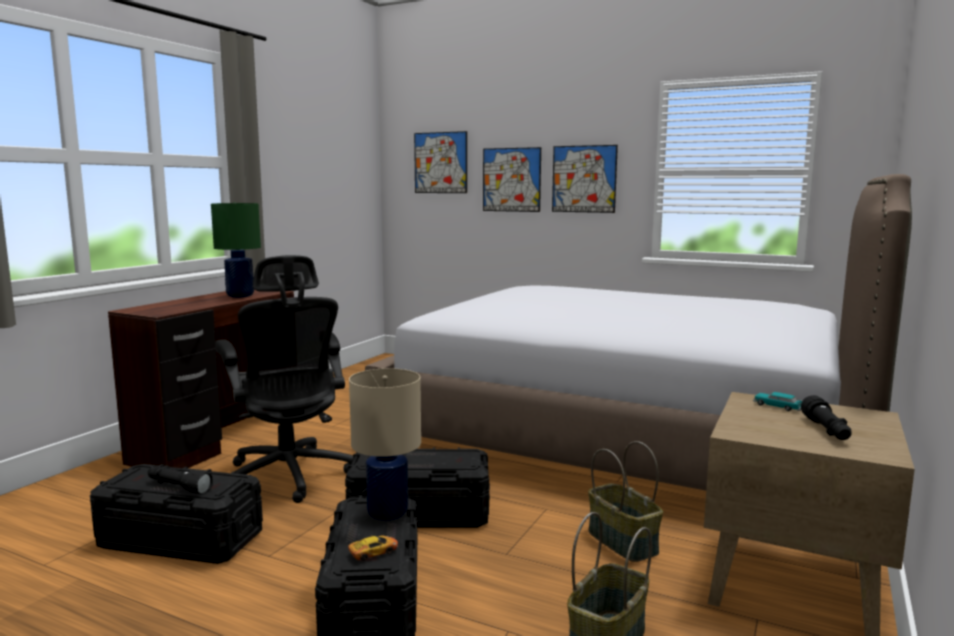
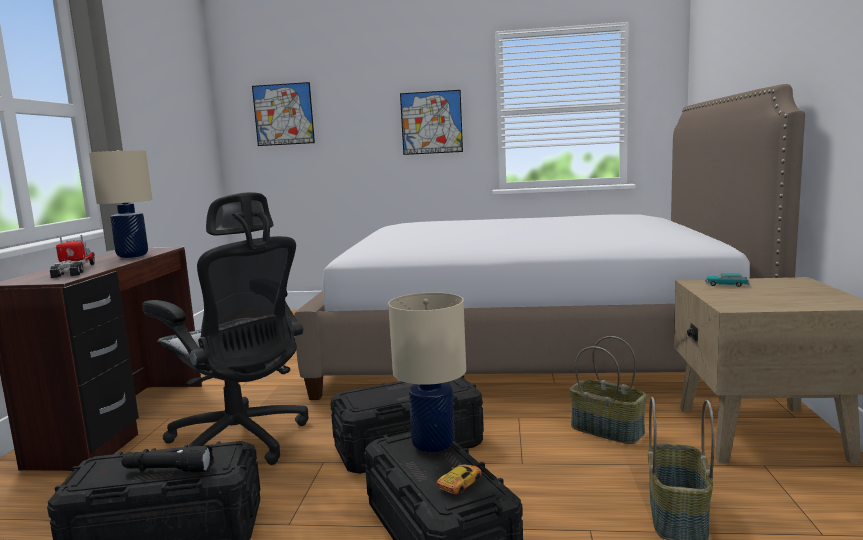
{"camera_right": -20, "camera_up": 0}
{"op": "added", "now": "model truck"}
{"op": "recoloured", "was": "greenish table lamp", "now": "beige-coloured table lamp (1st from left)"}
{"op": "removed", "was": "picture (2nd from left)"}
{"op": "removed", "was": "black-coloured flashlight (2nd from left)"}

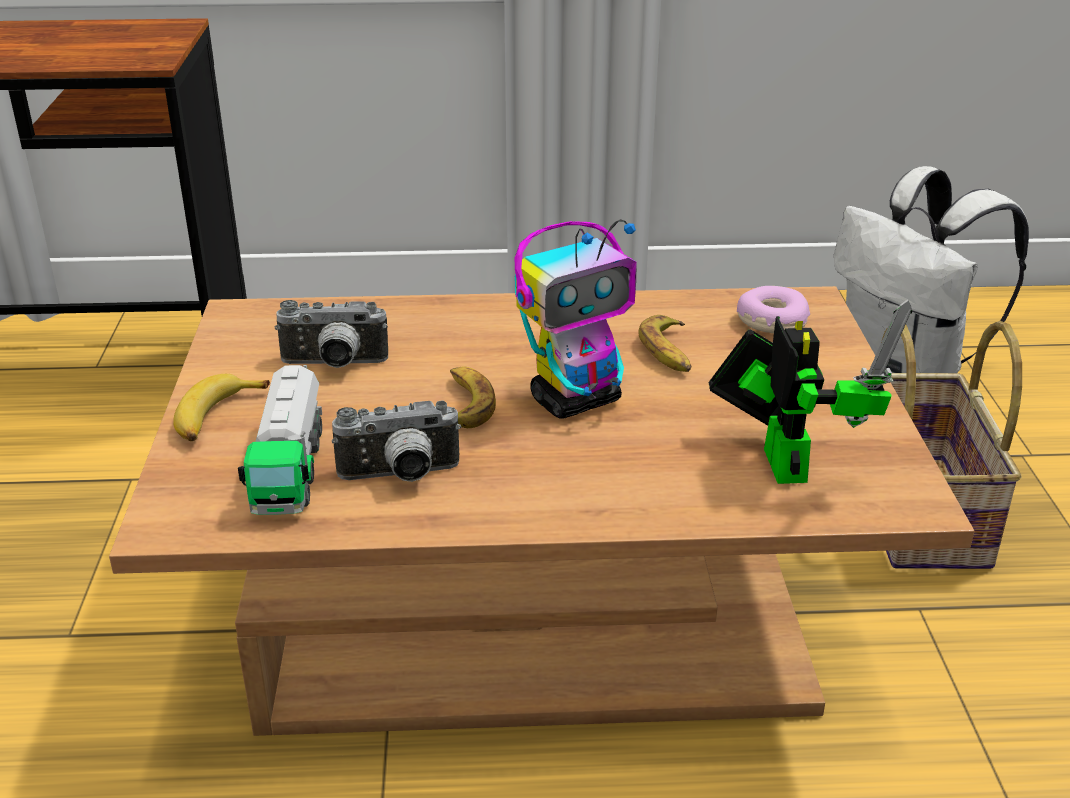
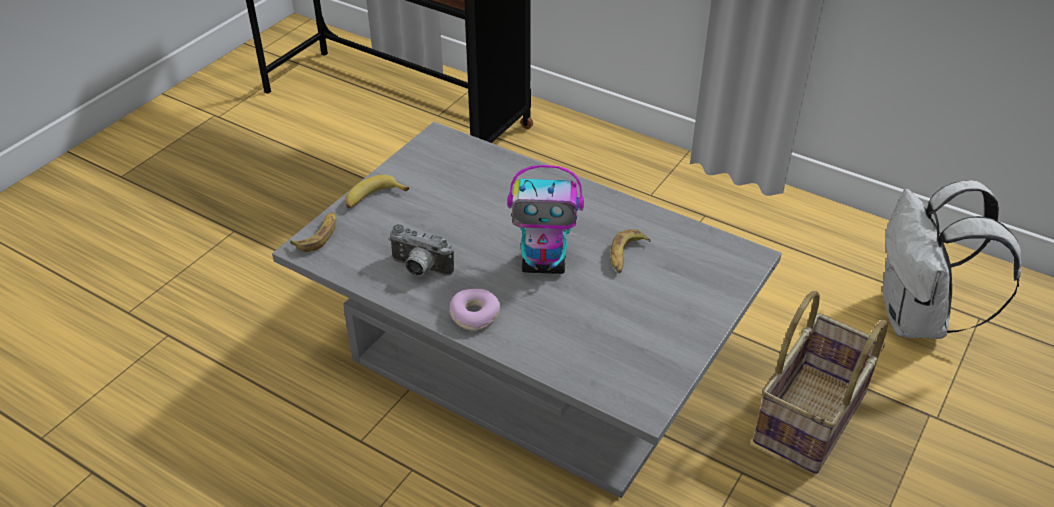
{"camera_right": 35, "camera_up": 10}
{"op": "recoloured", "was": "brownish coffee table", "now": "grey coffee table"}
{"op": "moved", "was": "banana (2nd from left in the first image)", "now": "banana (1st from left)"}
{"op": "moved", "was": "ring doughnut"}
{"op": "removed", "was": "model truck"}
{"op": "removed", "was": "still camera (1st from left)"}
{"op": "removed", "was": "toy robot (2nd from left)"}

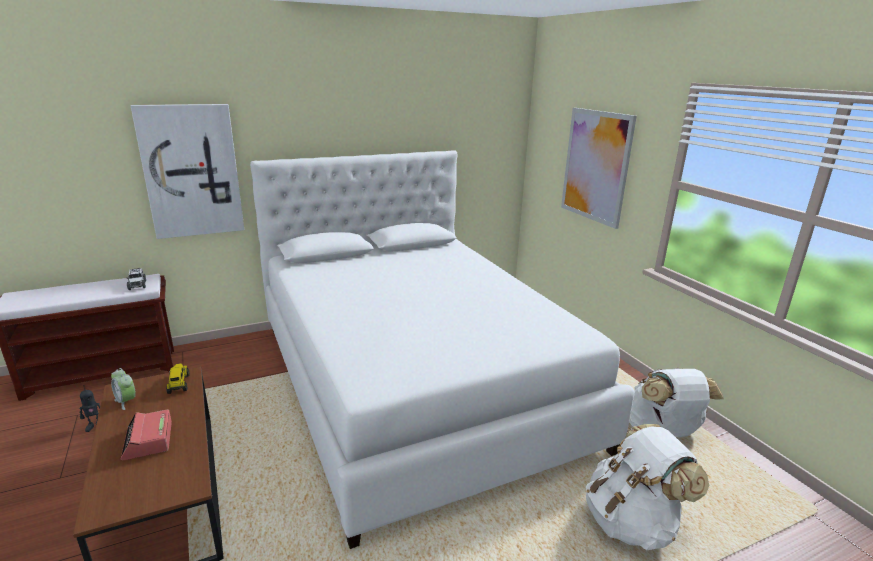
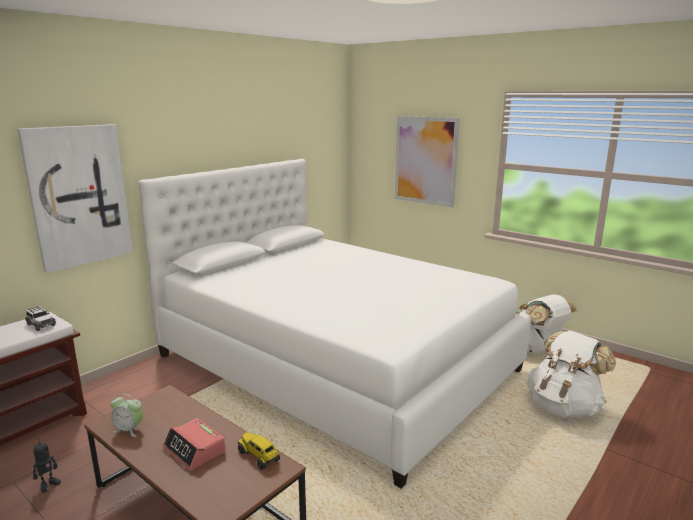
{"camera_right": -25, "camera_up": -5}
{"op": "moved", "was": "model truck"}

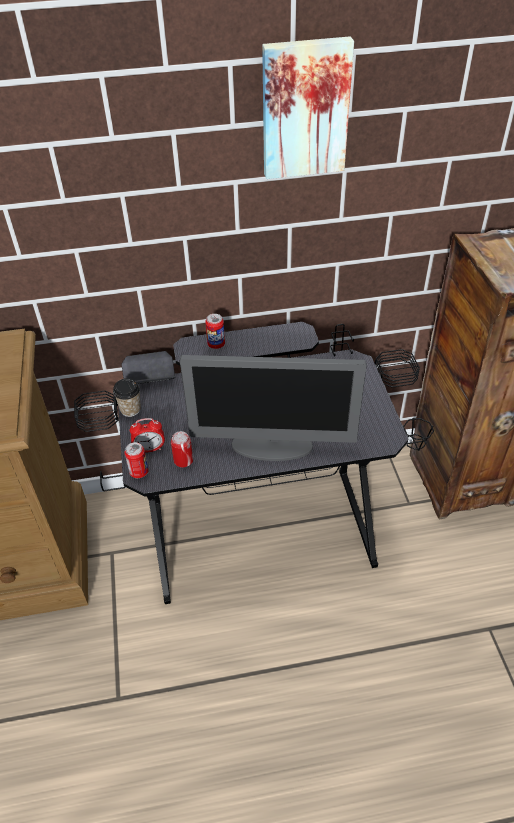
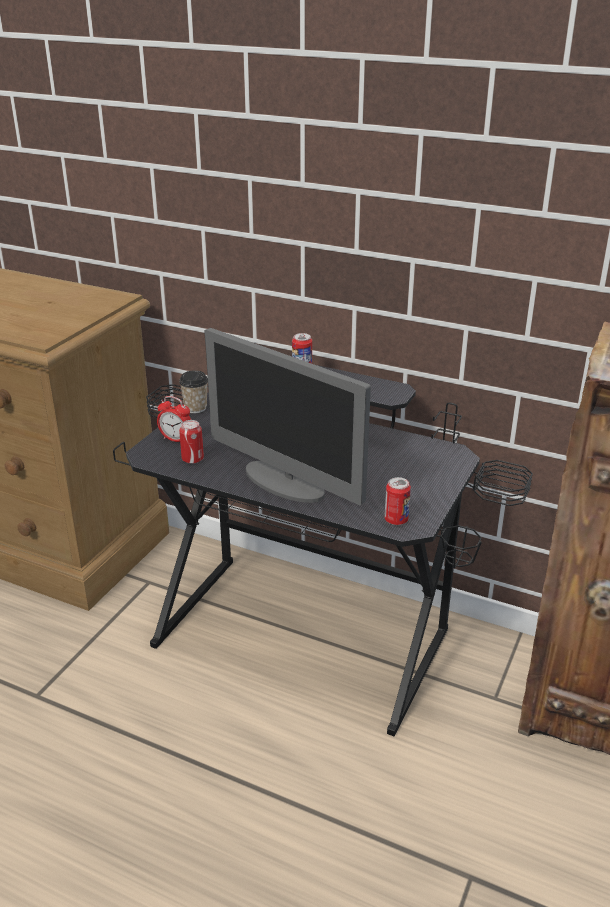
{"camera_right": 35, "camera_up": -15}
{"op": "moved", "was": "sealed can (1st from left in the first image)", "now": "sealed can (3rd from left)"}
{"op": "removed", "was": "picture"}

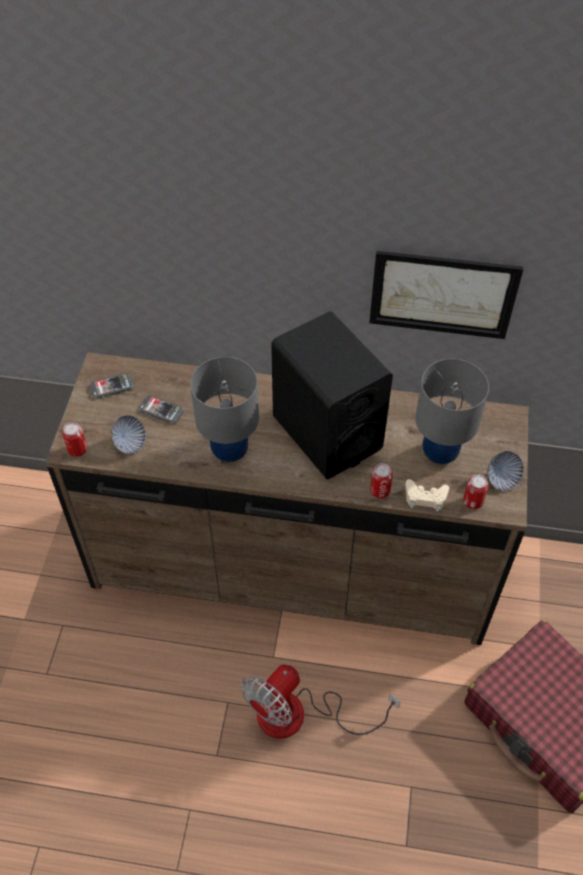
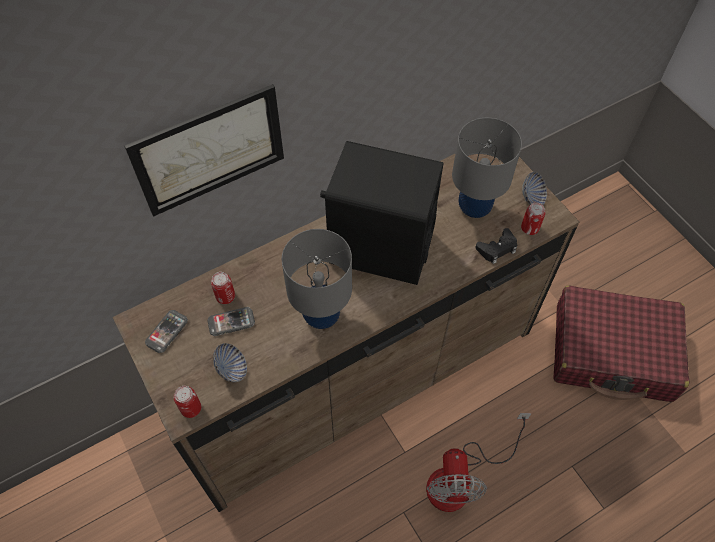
{"camera_right": -40, "camera_up": 5}
{"op": "moved", "was": "picture"}
{"op": "moved", "was": "sealed can (2nd from left)"}
{"op": "recoloured", "was": "beige-coloured game controller", "now": "black-coloured game controller"}

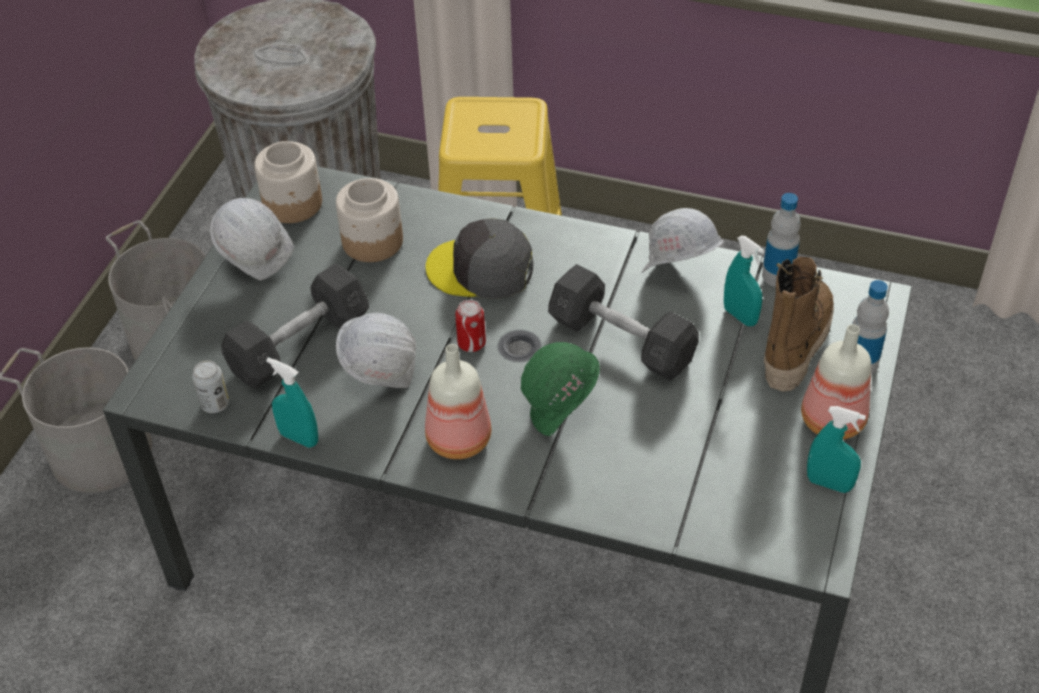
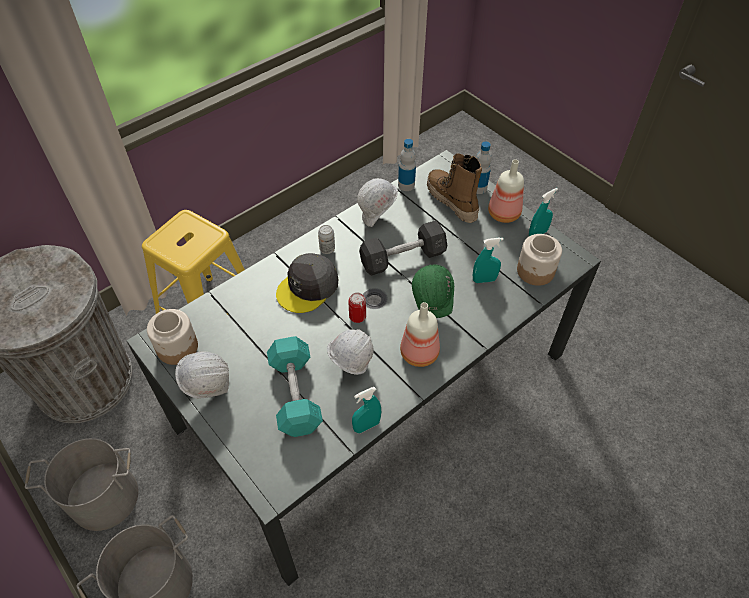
{"camera_right": -60, "camera_up": 5}
{"op": "recoloured", "was": "grey free weight (1st from left)", "now": "turquoise-coloured free weight"}
{"op": "moved", "was": "sealed can (1st from left)"}
{"op": "moved", "was": "turquoise-coloured hand sprayer (2nd from left)"}
{"op": "moved", "was": "jar (2nd from left)"}

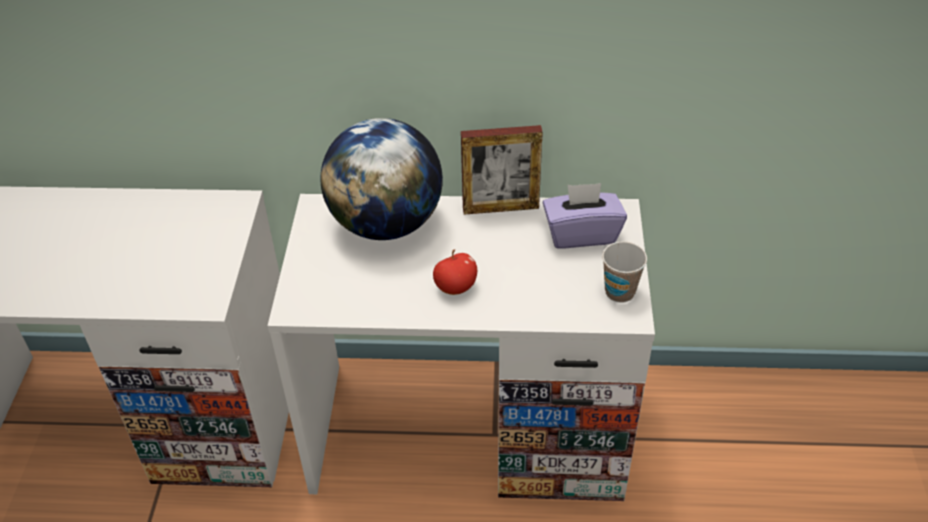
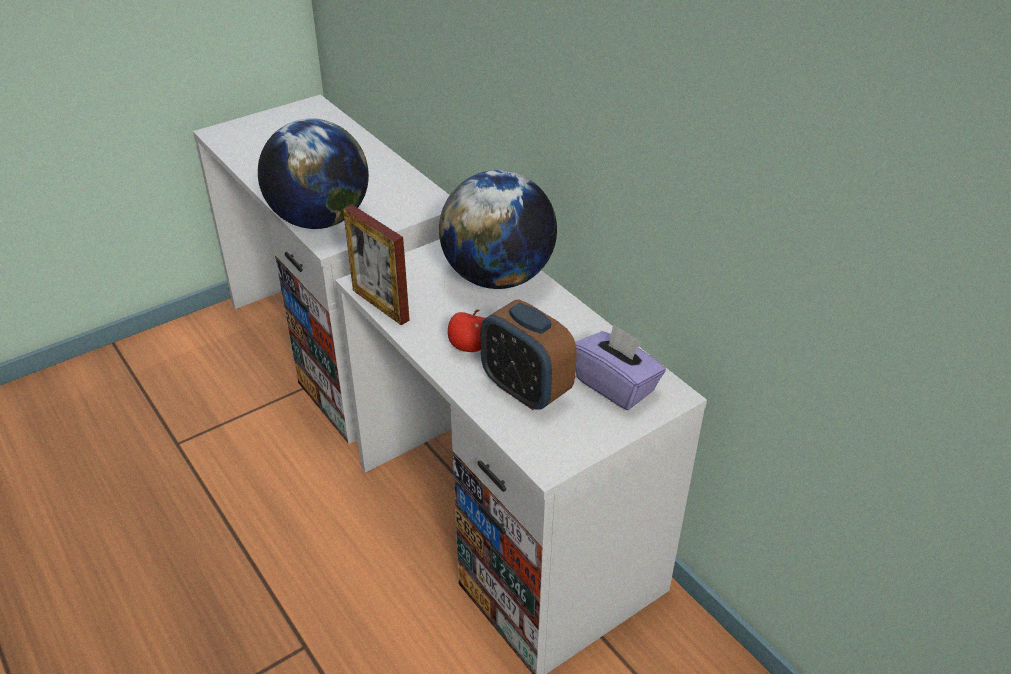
{"camera_right": 50, "camera_up": -5}
{"op": "added", "now": "world globe (1st from left)"}
{"op": "moved", "was": "photo frame"}
{"op": "added", "now": "bedside clock"}
{"op": "removed", "was": "cup"}

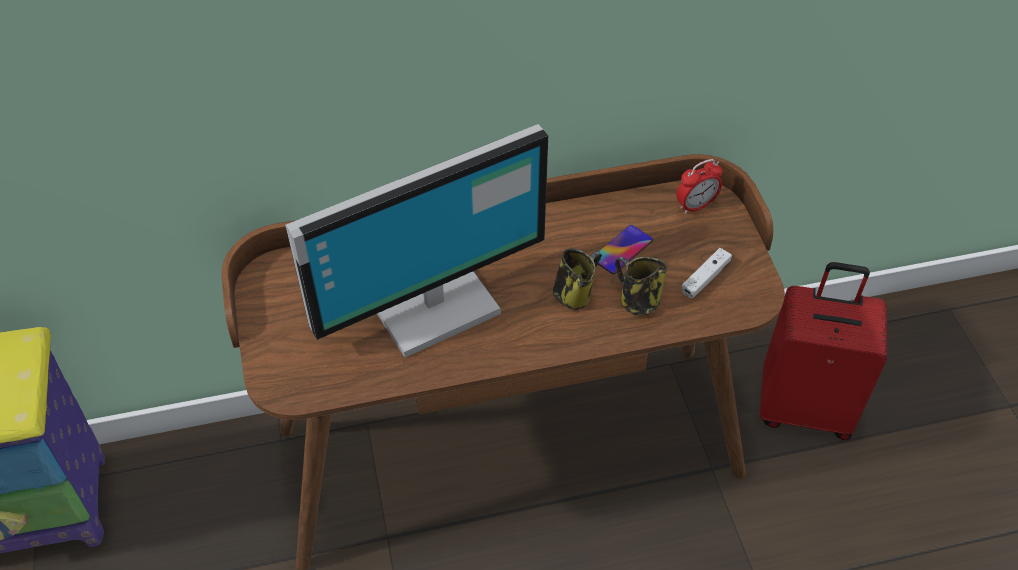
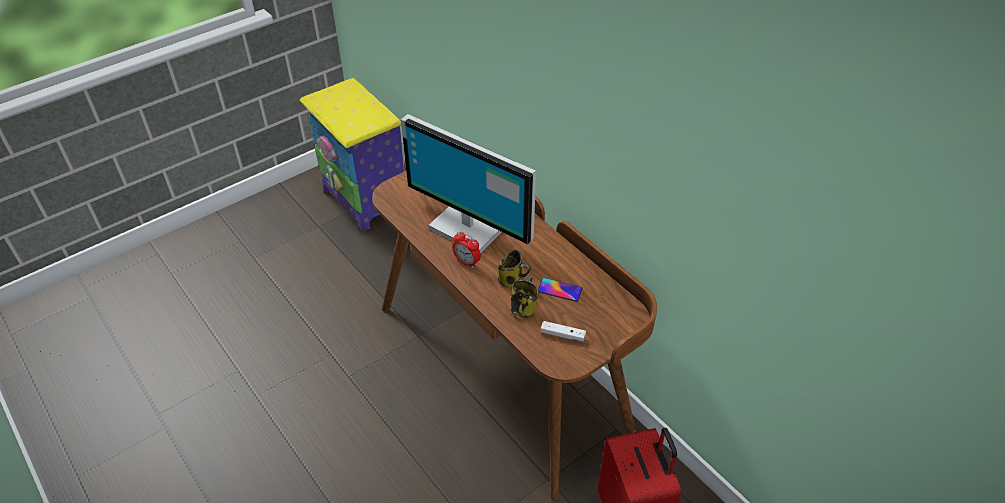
{"camera_right": 65, "camera_up": -5}
{"op": "moved", "was": "bedside clock"}

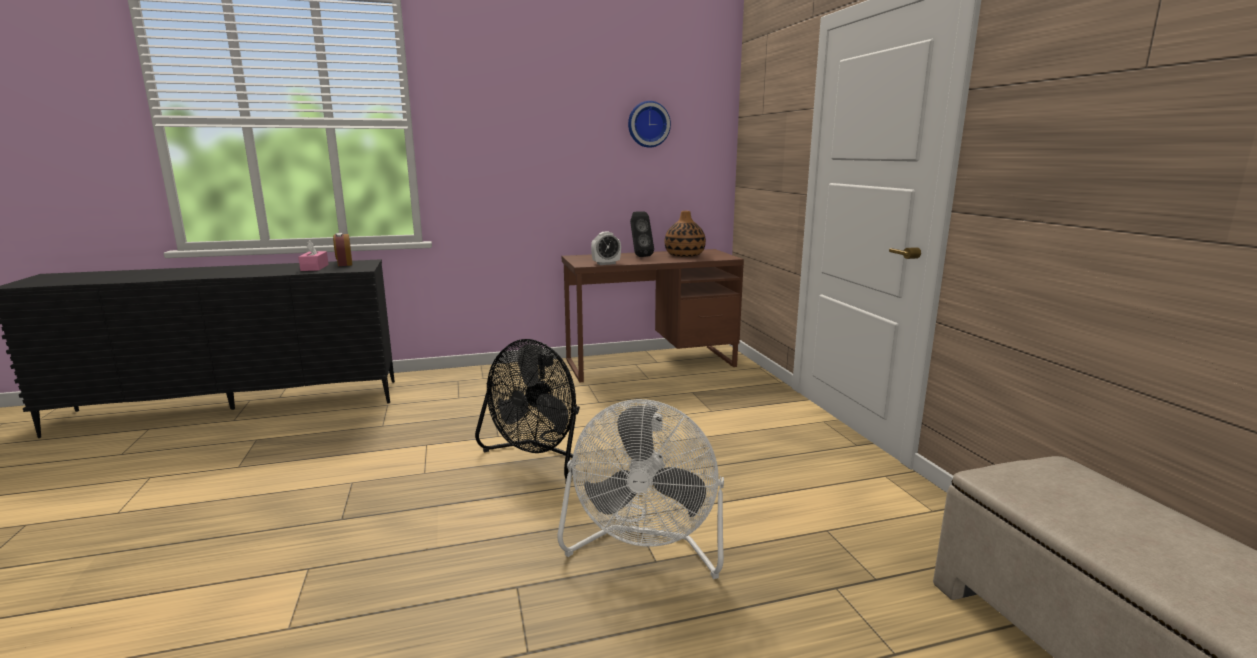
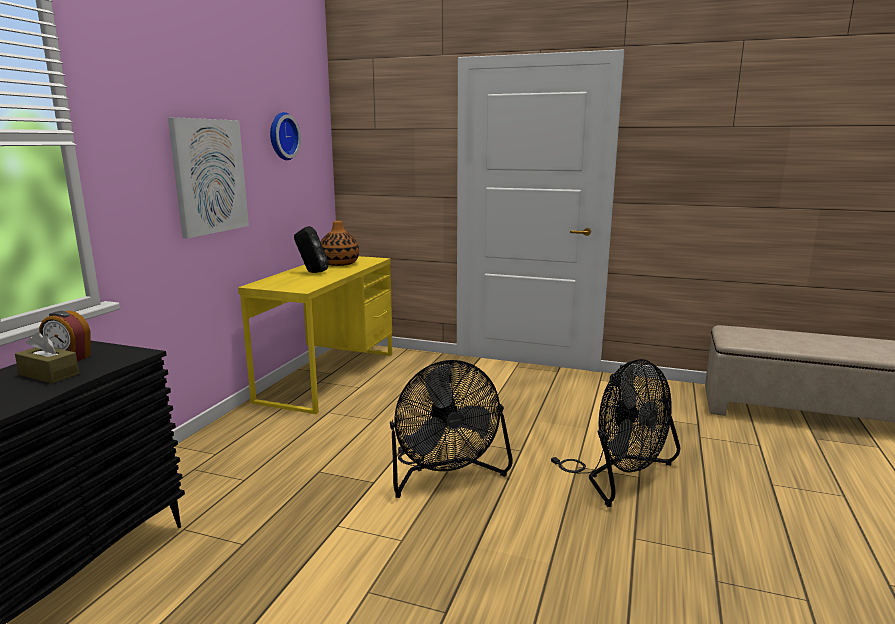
{"camera_right": -55, "camera_up": 0}
{"op": "recoloured", "was": "pink tissue box", "now": "brownish tissue box"}
{"op": "added", "now": "picture"}
{"op": "recoloured", "was": "brownish desk", "now": "yellow desk"}
{"op": "recoloured", "was": "white fan", "now": "black-coloured fan (2nd from left)"}
{"op": "removed", "was": "bedside clock (2nd from left)"}

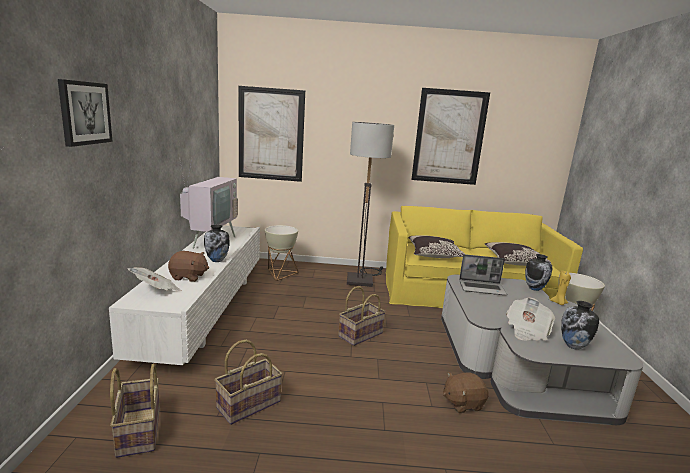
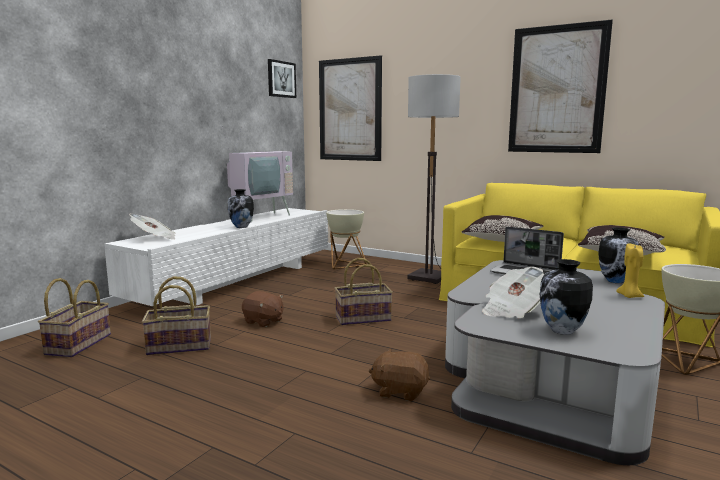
{"camera_right": 30, "camera_up": -5}
{"op": "moved", "was": "brownish cuddly toy (1st from left)"}
{"op": "moved", "was": "picture (1st from left)"}

